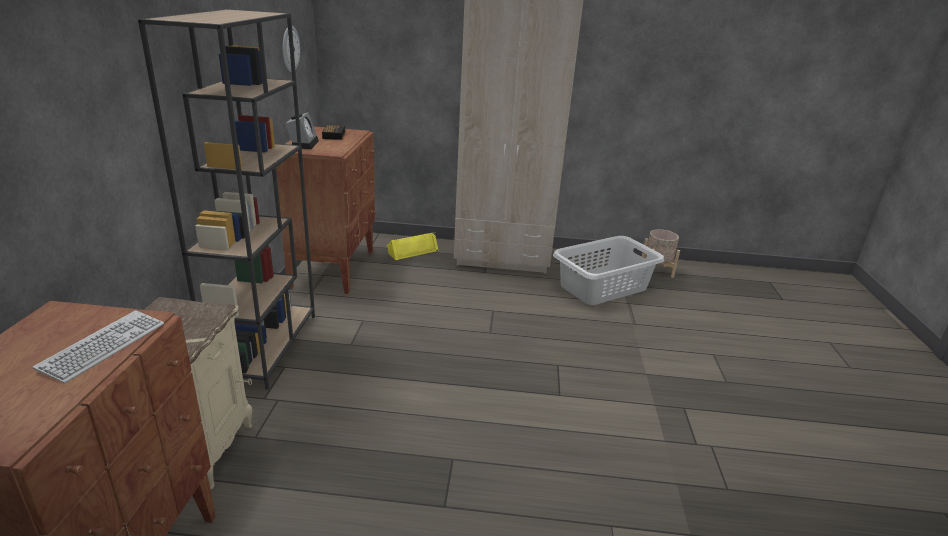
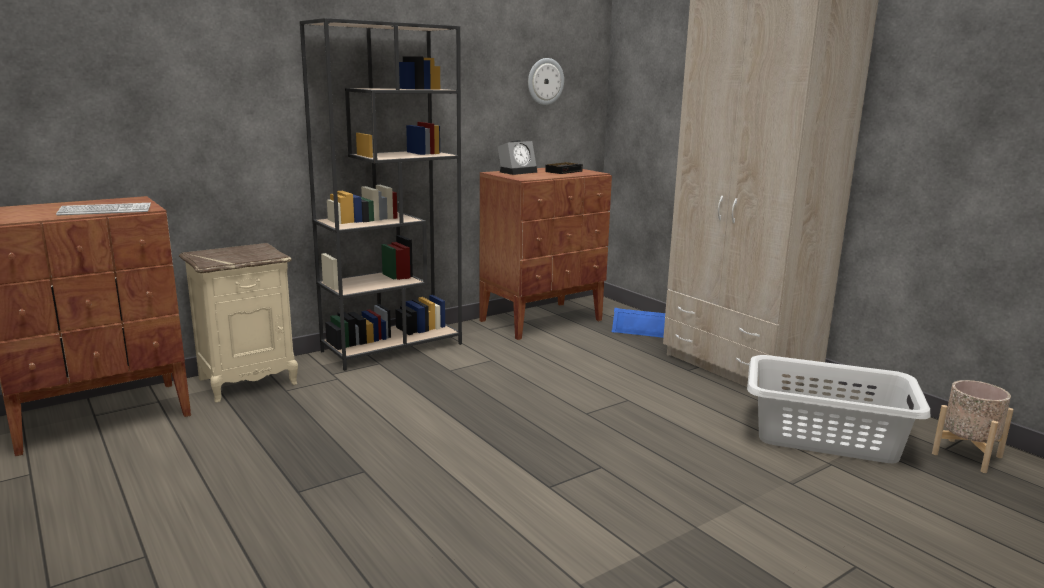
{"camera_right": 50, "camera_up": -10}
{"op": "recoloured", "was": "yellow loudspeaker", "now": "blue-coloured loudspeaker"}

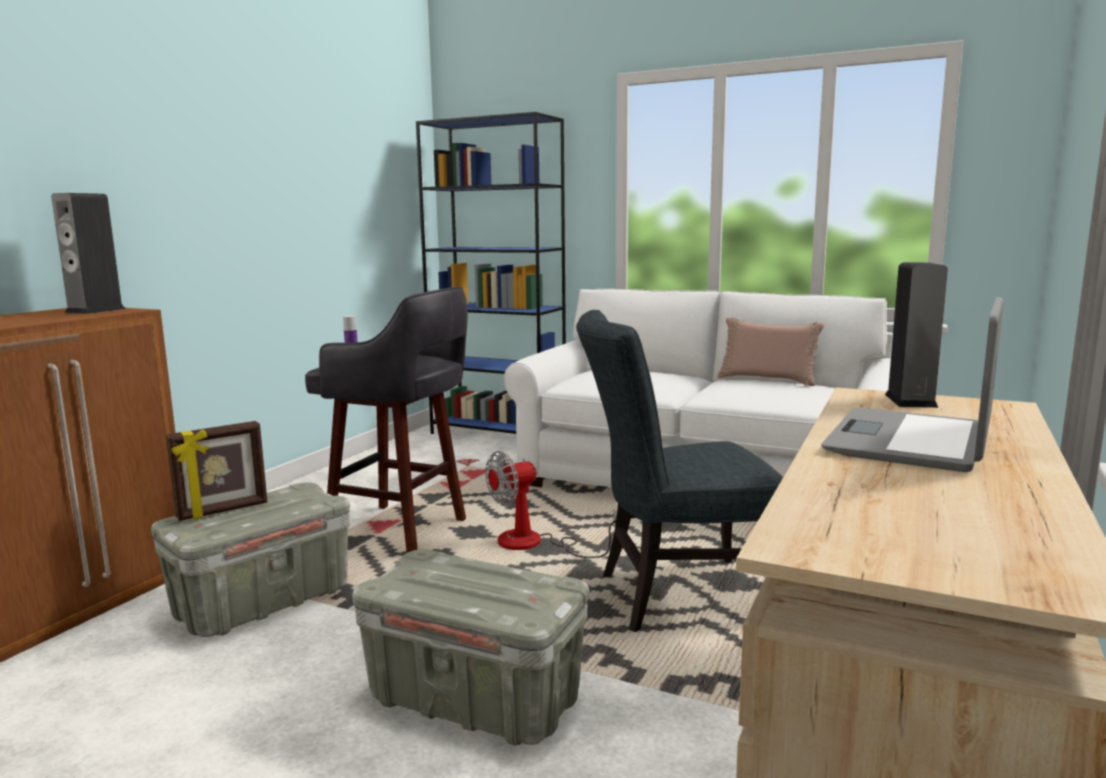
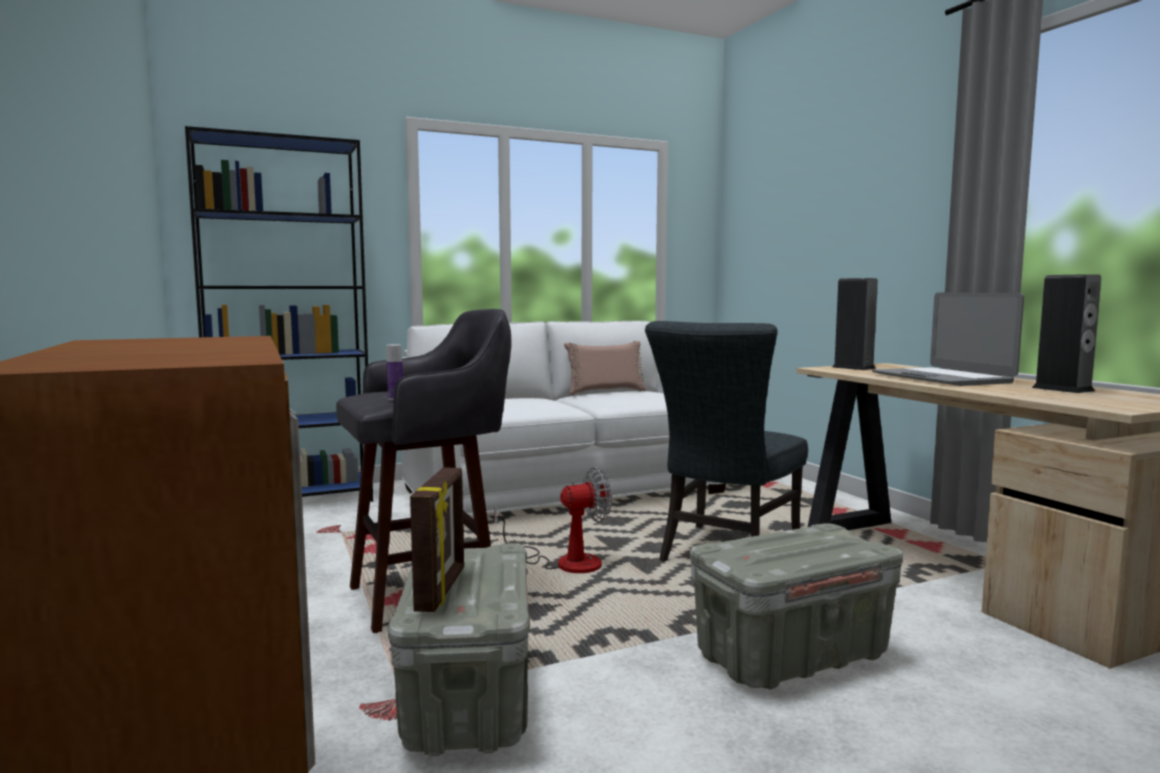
{"camera_right": -50, "camera_up": -5}
{"op": "turned", "was": "fan", "clockwise": -120}
{"op": "moved", "was": "loudspeaker (1st from left in the first image)", "now": "loudspeaker (2nd from left)"}

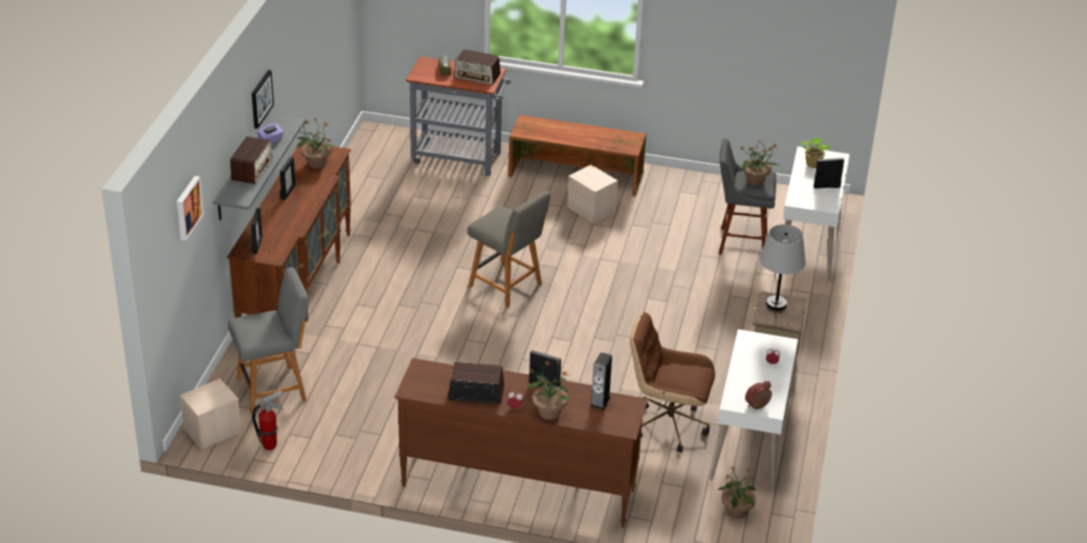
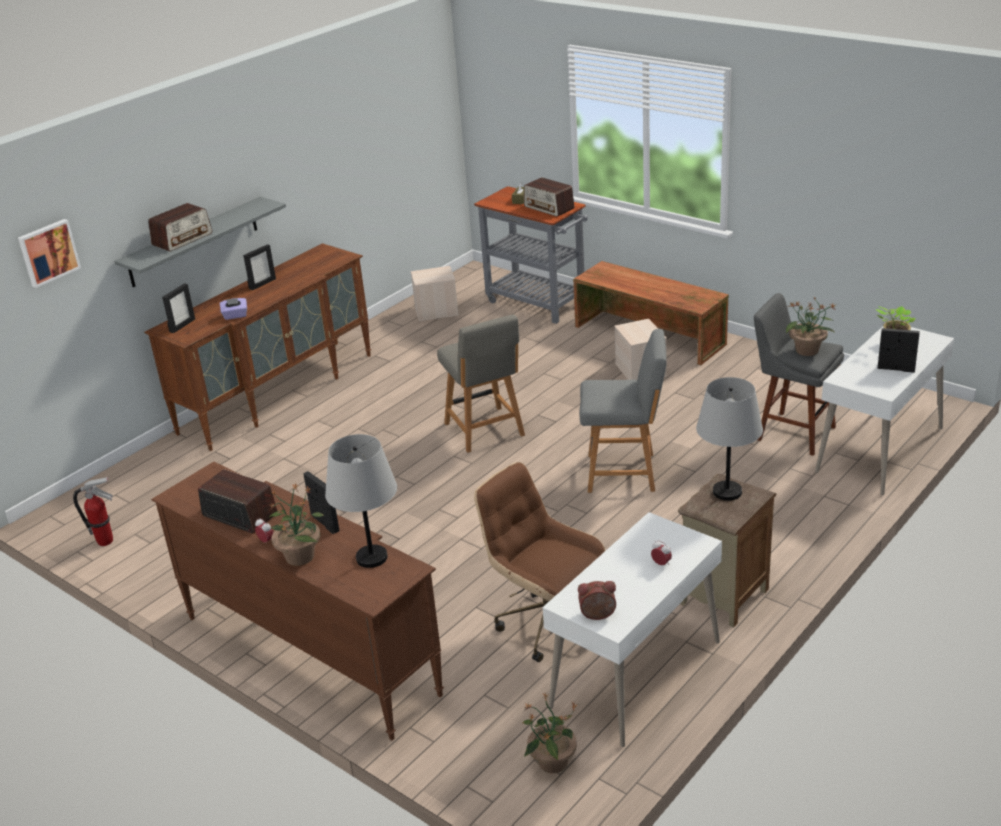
{"camera_right": 30, "camera_up": -5}
{"op": "moved", "was": "purple tissue box"}
{"op": "replaced", "was": "loudspeaker", "now": "grey table lamp (1st from left)"}
{"op": "moved", "was": "beige-coloured storage bin (1st from left)"}
{"op": "moved", "was": "grey upright chair (1st from left in the first image)", "now": "grey upright chair (2nd from left)"}
{"op": "removed", "was": "picture (2nd from left)"}
{"op": "removed", "was": "houseplant (1st from left)"}

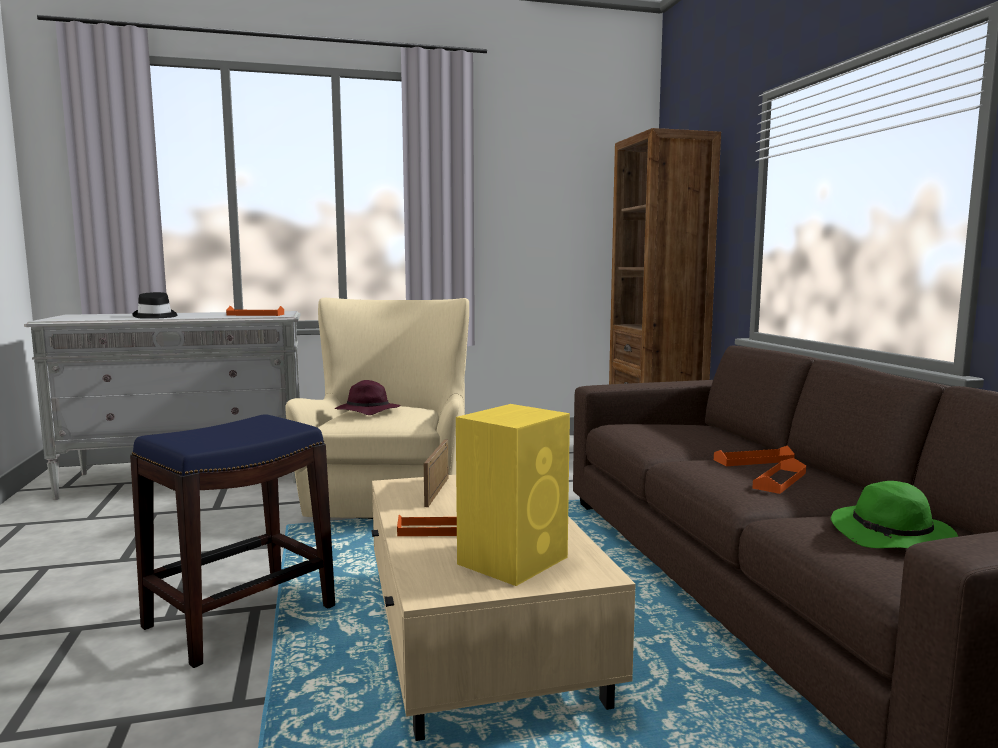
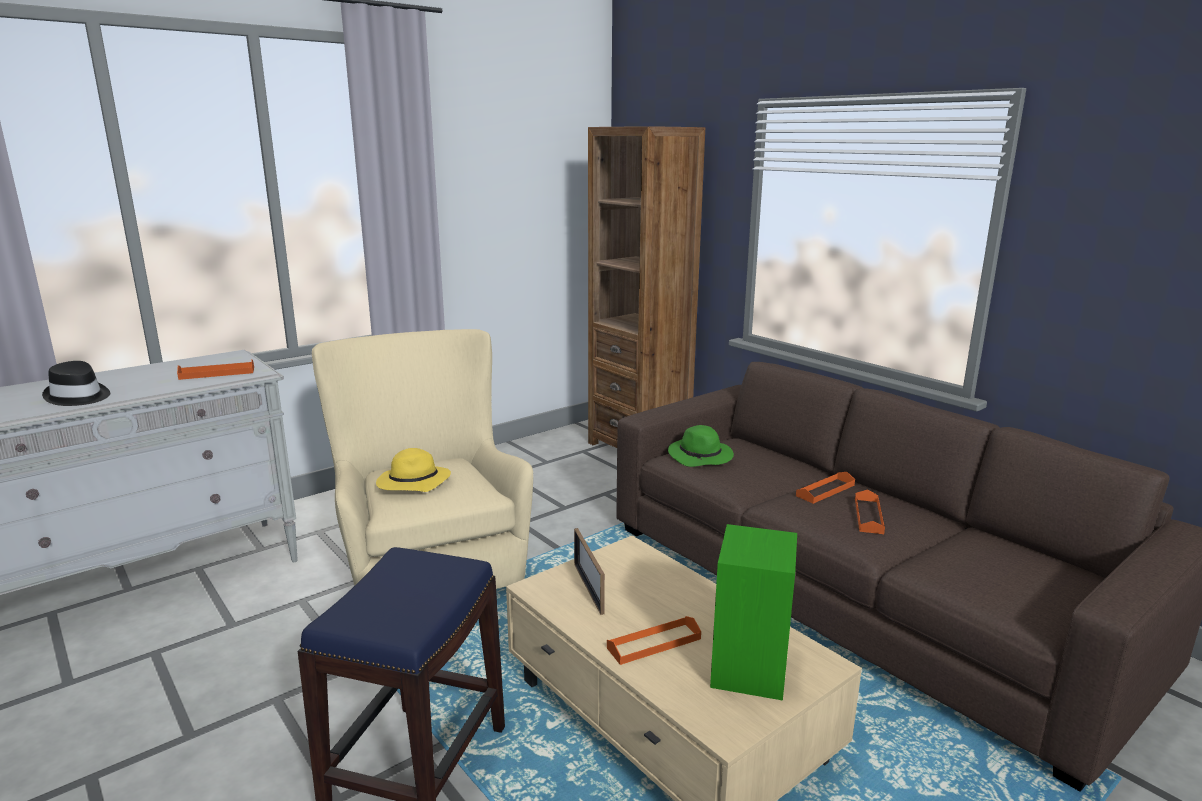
{"camera_right": -25, "camera_up": 10}
{"op": "recoloured", "was": "purple hat", "now": "yellow hat"}
{"op": "moved", "was": "greenish hat"}
{"op": "recoloured", "was": "yellow loudspeaker", "now": "greenish loudspeaker"}

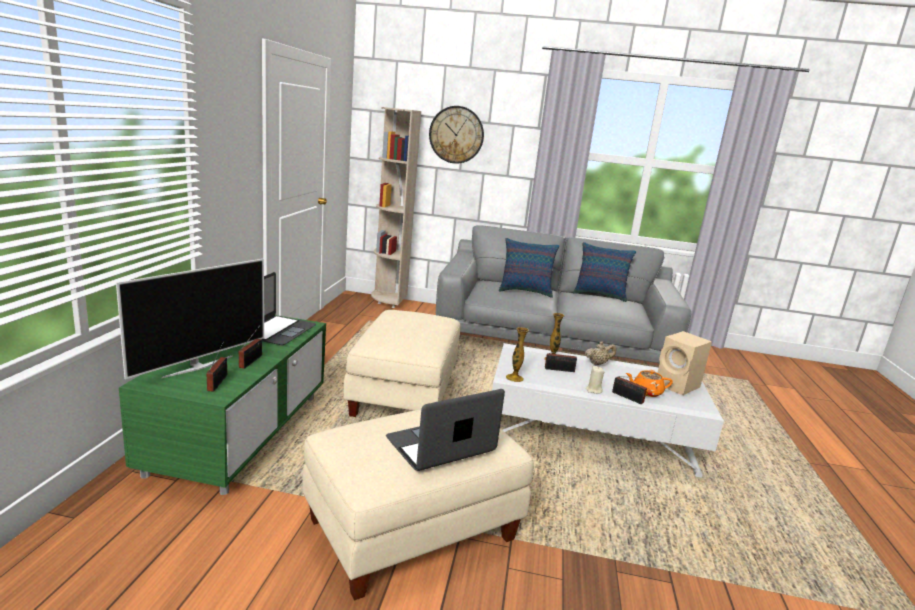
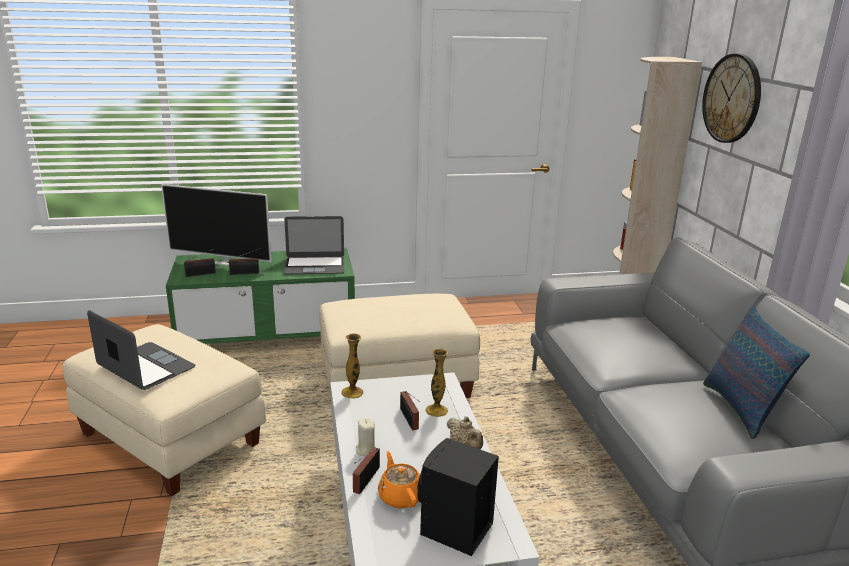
{"camera_right": 70, "camera_up": 5}
{"op": "recoloured", "was": "beige-coloured loudspeaker", "now": "black-coloured loudspeaker"}
{"op": "removed", "was": "blue-coloured throw pillow (1st from left)"}

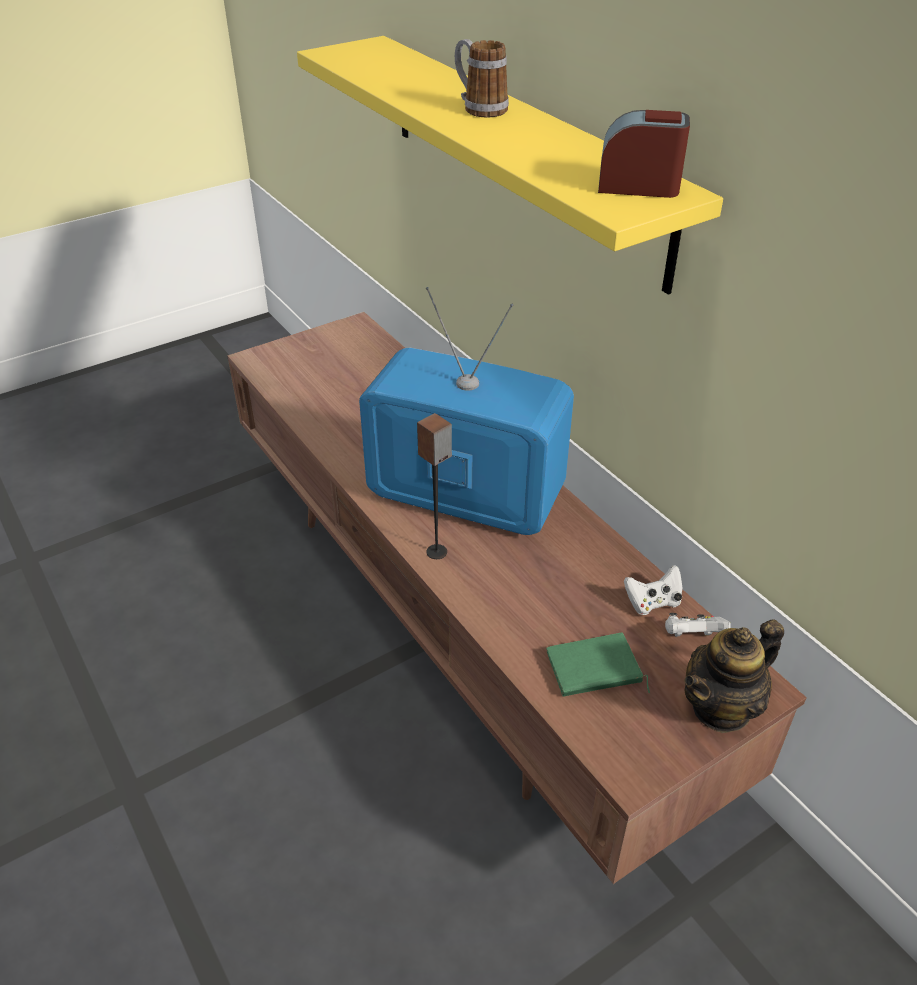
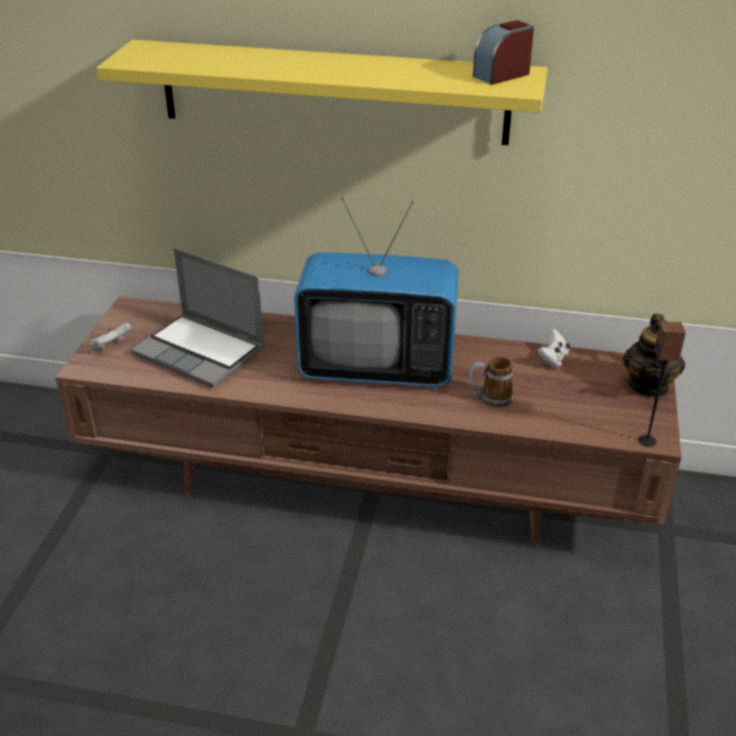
{"camera_right": -45, "camera_up": -5}
{"op": "moved", "was": "white game controller (2nd from left in the first image)", "now": "white game controller (1st from left)"}
{"op": "added", "now": "laptop"}
{"op": "turned", "was": "TV set", "clockwise": -150}
{"op": "moved", "was": "coffee mug"}
{"op": "moved", "was": "loudspeaker"}
{"op": "removed", "was": "greenish book"}

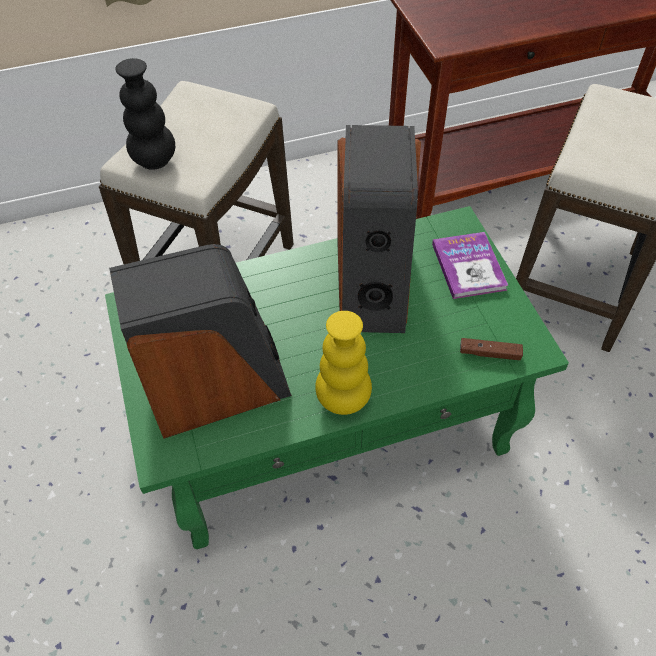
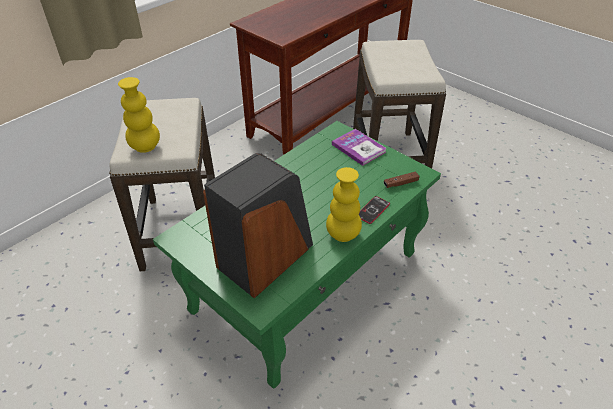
{"camera_right": -30, "camera_up": -10}
{"op": "recoloured", "was": "black-coloured vase", "now": "yellow vase (1st from left)"}
{"op": "added", "now": "phone"}
{"op": "removed", "was": "loudspeaker (2nd from left)"}

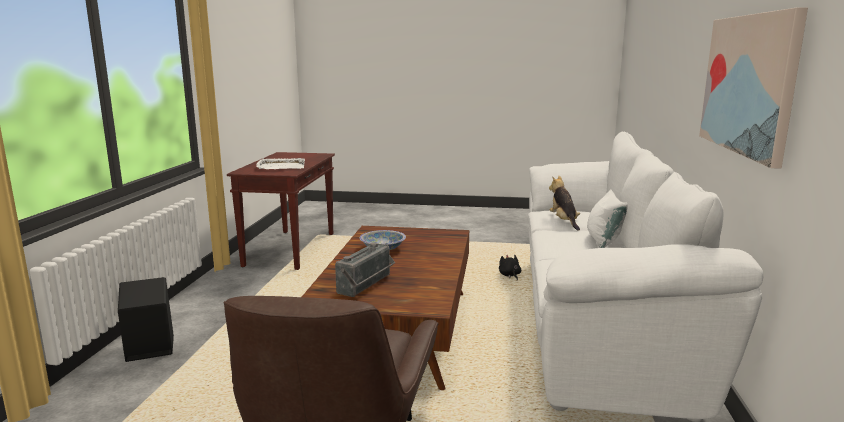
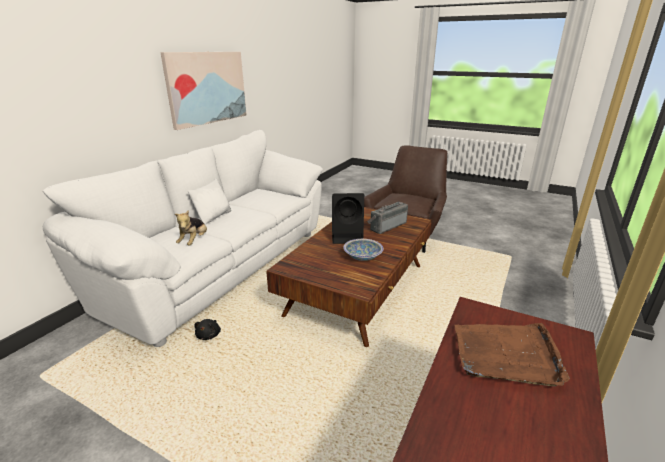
{"camera_right": -160, "camera_up": 10}
{"op": "moved", "was": "black-coloured loudspeaker"}
{"op": "recoloured", "was": "white carrying tray", "now": "brownish carrying tray"}

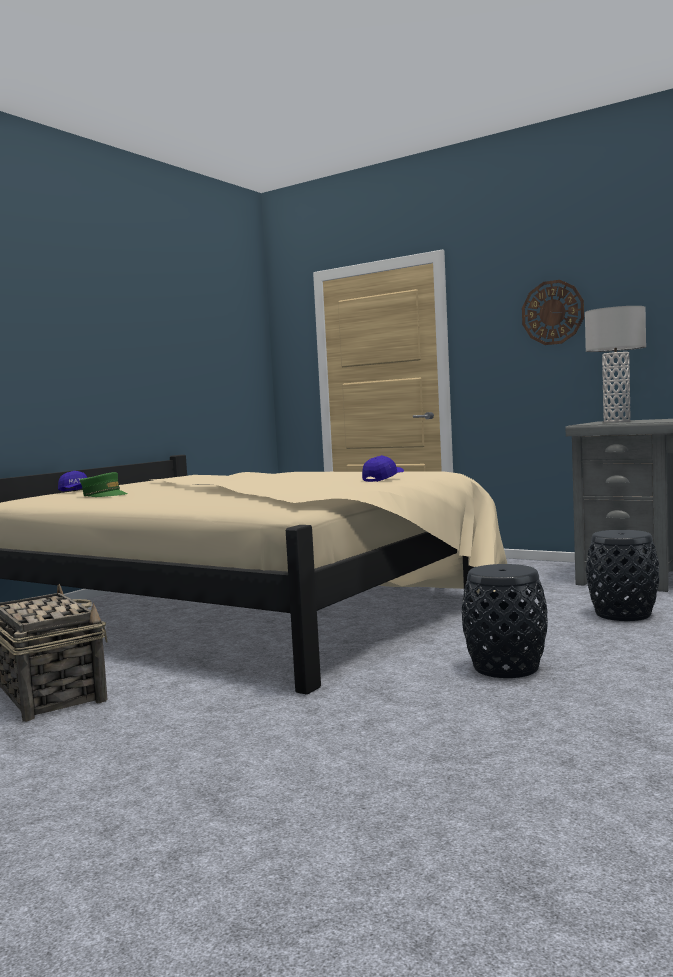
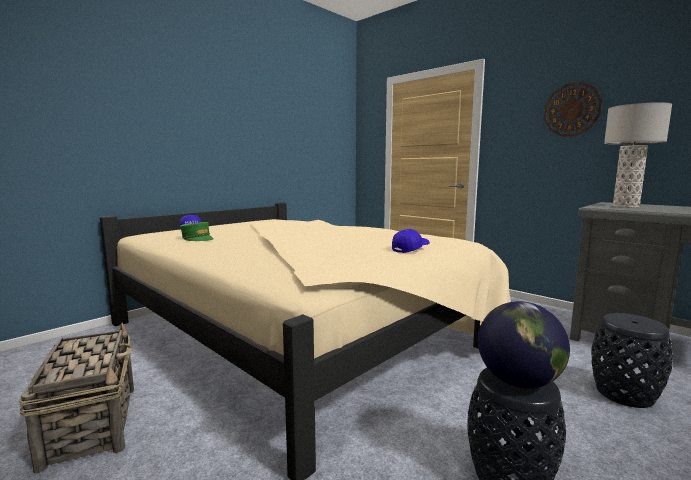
{"camera_right": 10, "camera_up": 5}
{"op": "added", "now": "world globe"}

